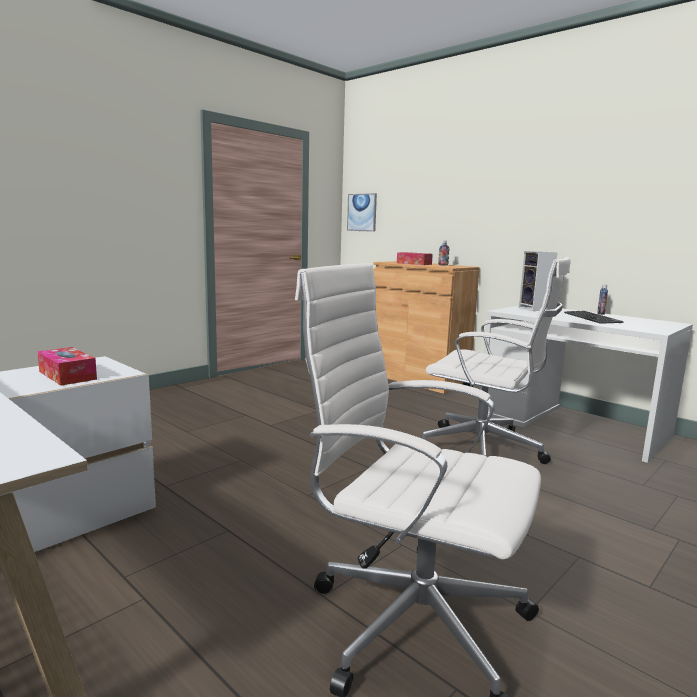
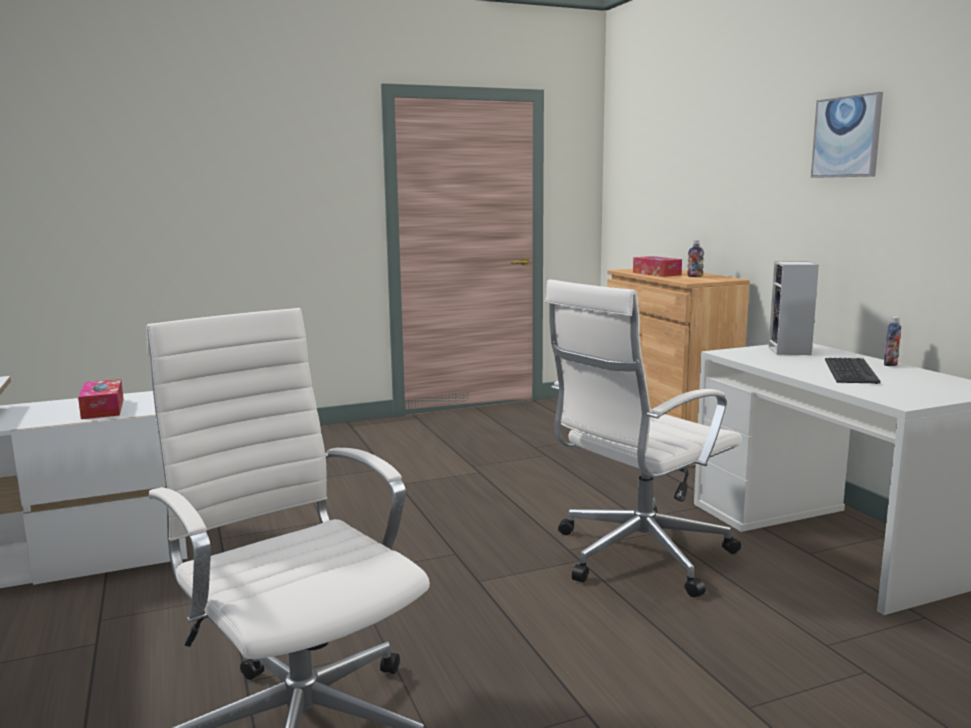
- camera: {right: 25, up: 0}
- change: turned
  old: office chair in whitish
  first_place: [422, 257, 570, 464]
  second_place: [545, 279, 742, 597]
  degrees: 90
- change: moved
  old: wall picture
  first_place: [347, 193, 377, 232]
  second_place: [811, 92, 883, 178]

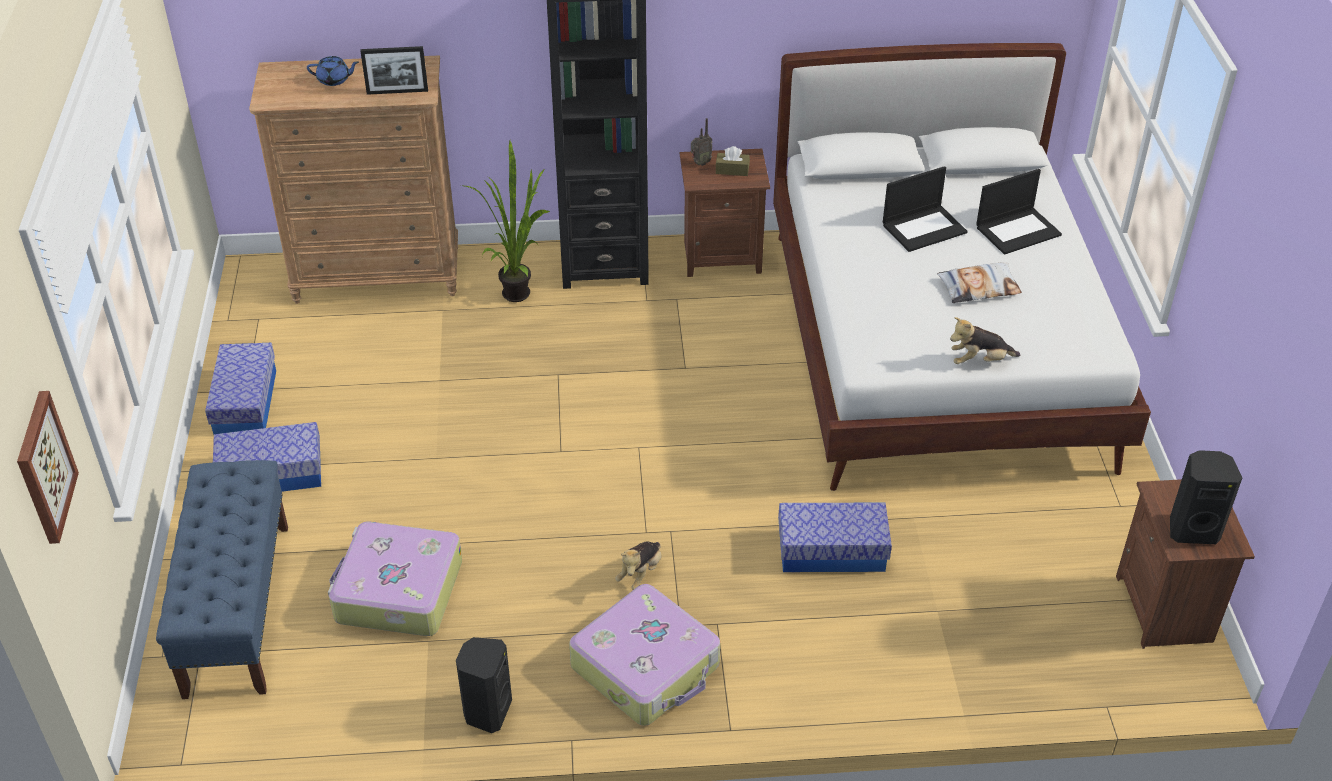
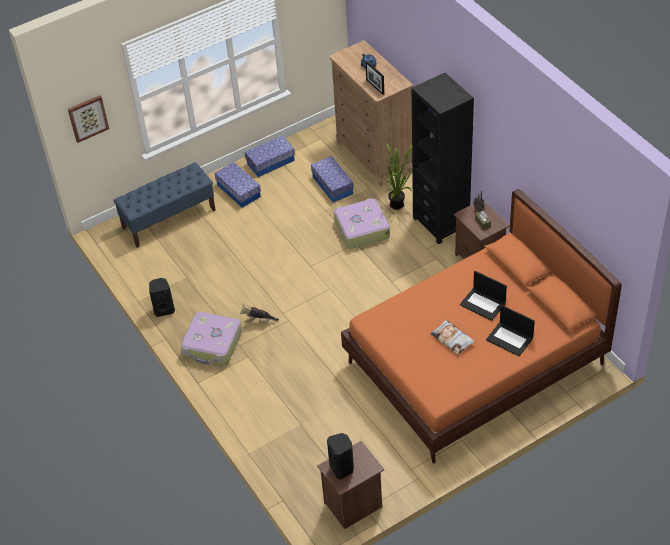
- camera: {right: 65, up: 5}
- change: moved
  old: storage box
  first_place: [778, 503, 892, 572]
  second_place: [311, 156, 354, 203]
- change: moved
  old: piece of luggage
  first_place: [328, 521, 462, 636]
  second_place: [334, 198, 390, 249]
- change: recoloured
  old: bed in whitish
  new: bed in orange
  first_place: [773, 43, 1151, 491]
  second_place: [341, 189, 622, 463]
- change: removed
  old: cuddly toy
  first_place: [950, 317, 1020, 364]

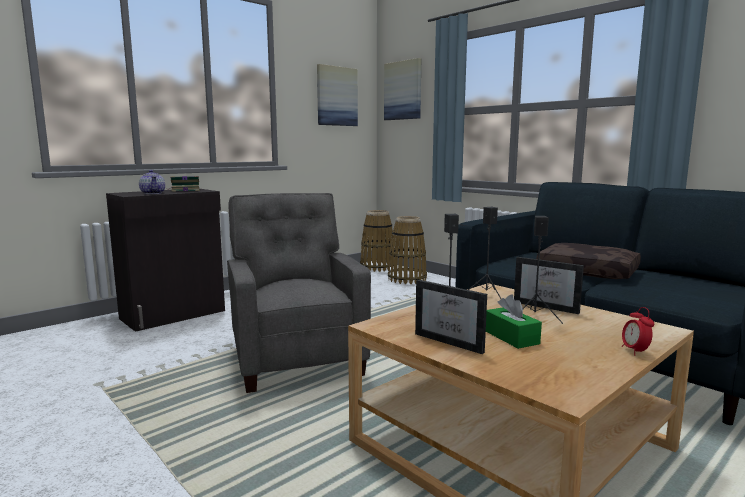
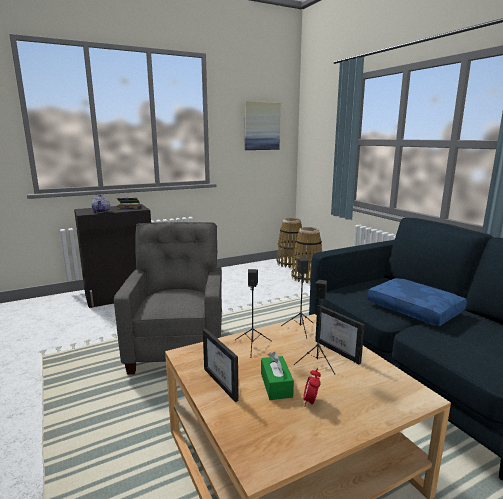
- camera: {right: 15, up: 5}
- change: moved
  old: alarm clock
  first_place: [622, 307, 654, 355]
  second_place: [303, 368, 321, 407]
- change: recoloured
  old: cushion in brown
  new: cushion in blue-coloured
  first_place: [536, 243, 641, 279]
  second_place: [367, 278, 467, 326]
- change: removed
  old: wall picture
  first_place: [384, 58, 421, 120]

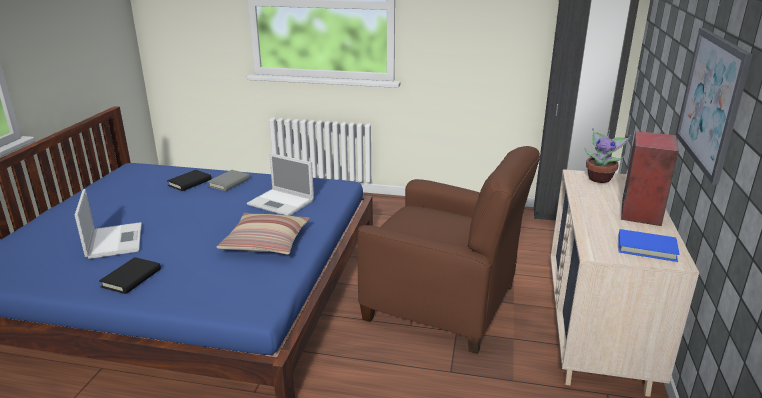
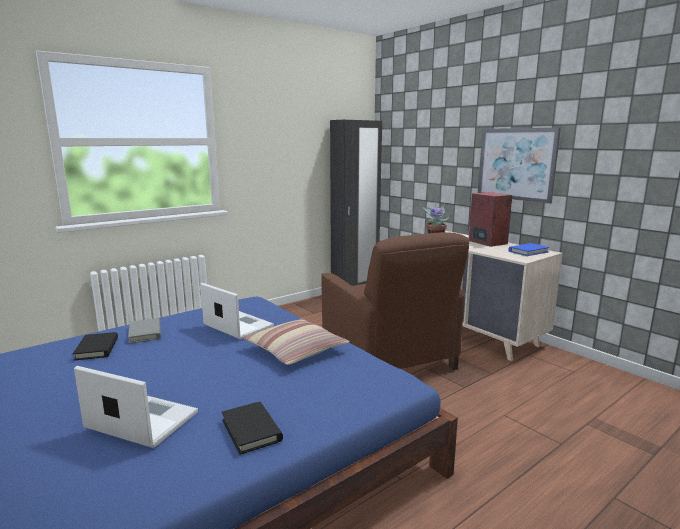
- camera: {right: -50, up: -10}
- change: turned
  old: laptop
  first_place: [247, 153, 314, 216]
  second_place: [200, 283, 274, 340]
  degrees: -120
- change: turned
  old: lounge chair in brown
  first_place: [358, 146, 540, 354]
  second_place: [321, 232, 470, 370]
  degrees: 90

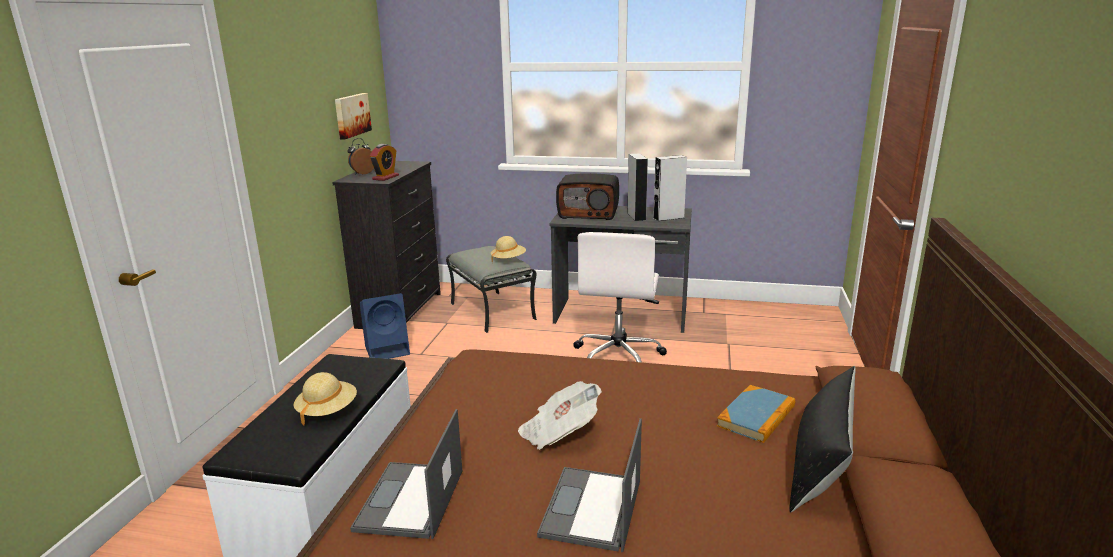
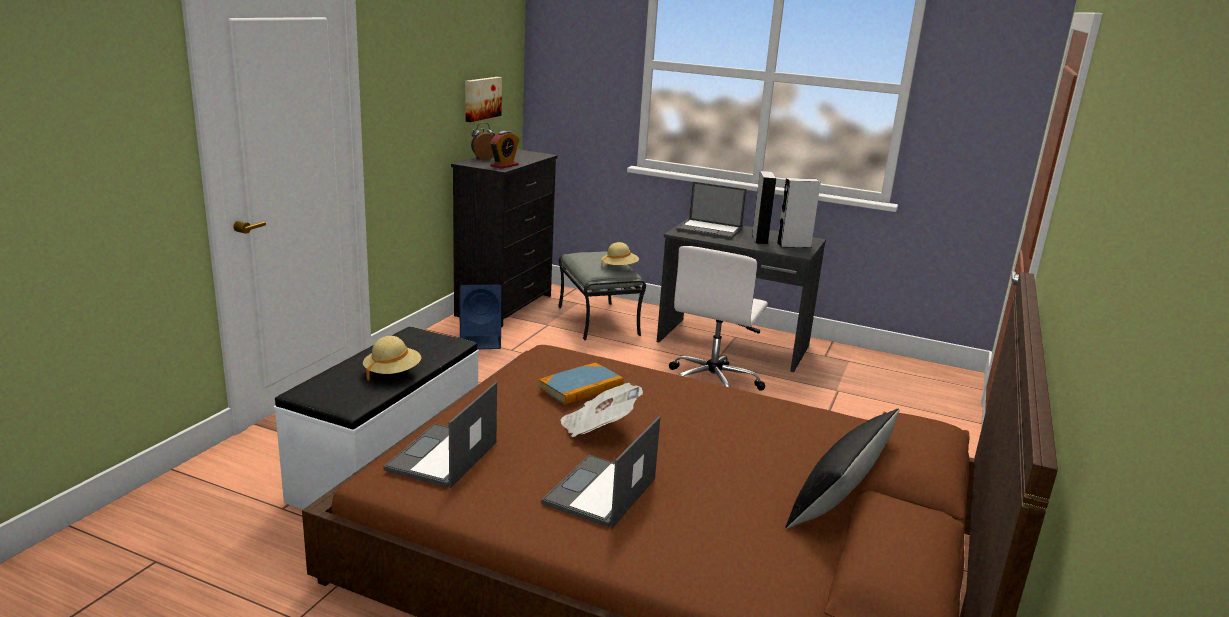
- camera: {right: 10, up: 0}
- change: moved
  old: bound book
  first_place: [717, 385, 795, 443]
  second_place: [538, 363, 623, 405]
- change: replaced
  old: radio set
  new: laptop
  first_place: [556, 173, 619, 220]
  second_place: [676, 182, 747, 240]

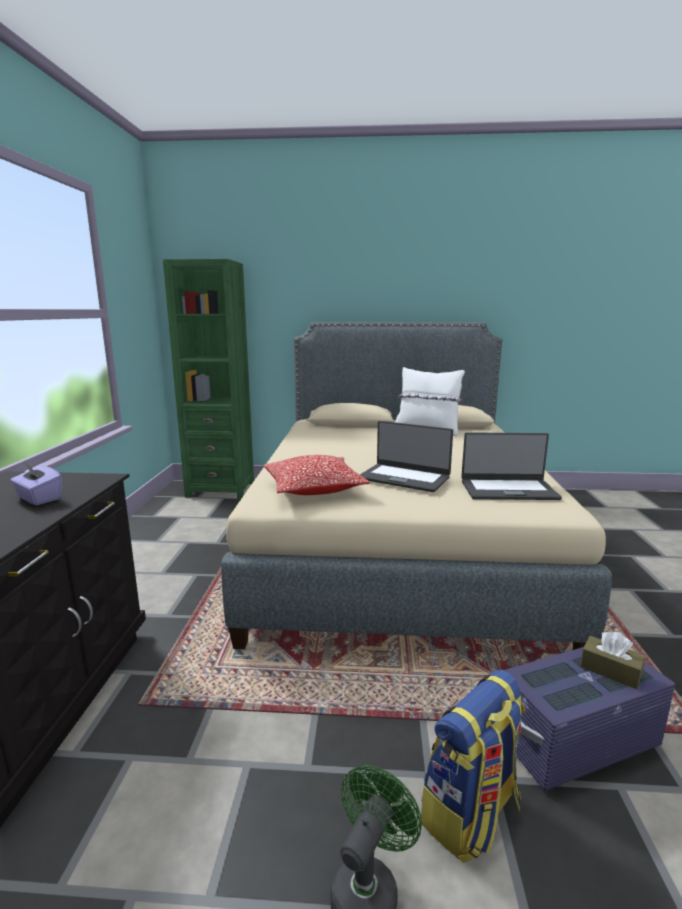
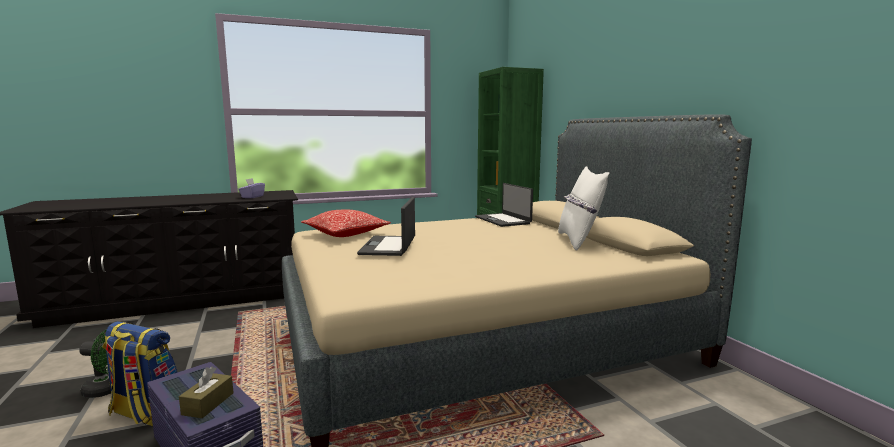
- camera: {right: 65, up: -5}
- change: moved
  old: laptop
  first_place: [461, 432, 562, 500]
  second_place: [475, 183, 533, 227]

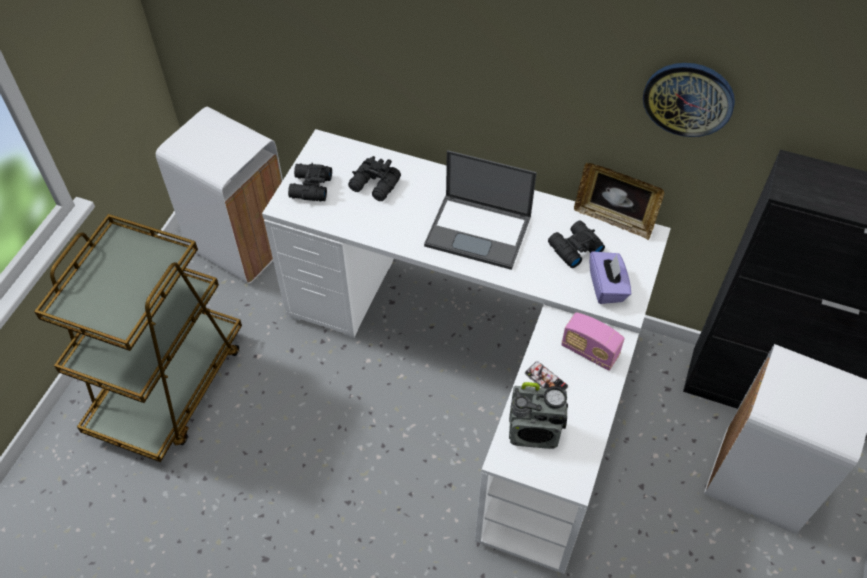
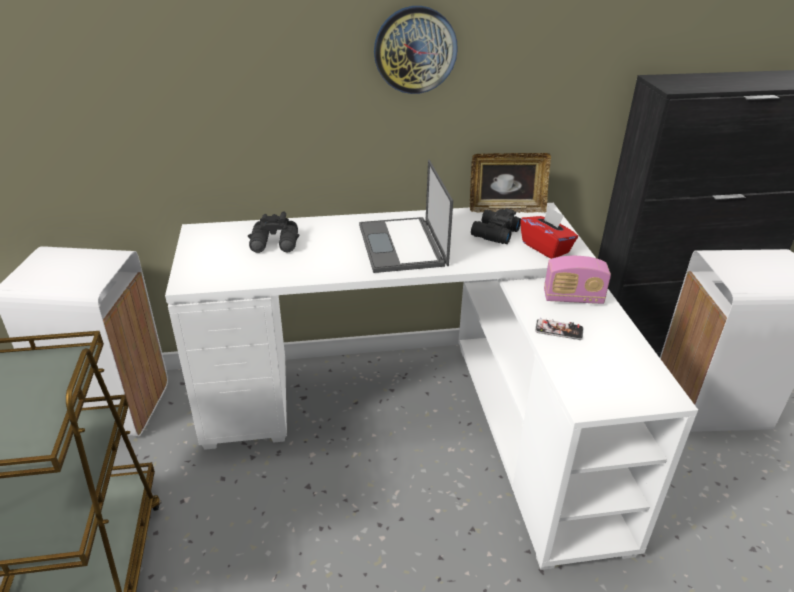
- camera: {right: -30, up: -20}
- change: turned
  old: laptop
  first_place: [424, 150, 537, 270]
  second_place: [359, 160, 453, 273]
  degrees: 90
- change: moved
  old: clock on the wall
  first_place: [643, 63, 735, 137]
  second_place: [374, 6, 458, 94]
- change: recoloured
  old: tissue holder in purplish
  new: tissue holder in red
  first_place: [590, 251, 631, 304]
  second_place: [520, 207, 578, 259]
- change: removed
  old: pair of binoculars in blackish
  first_place: [288, 163, 332, 201]
- change: removed
  old: radio set
  first_place: [509, 382, 568, 449]

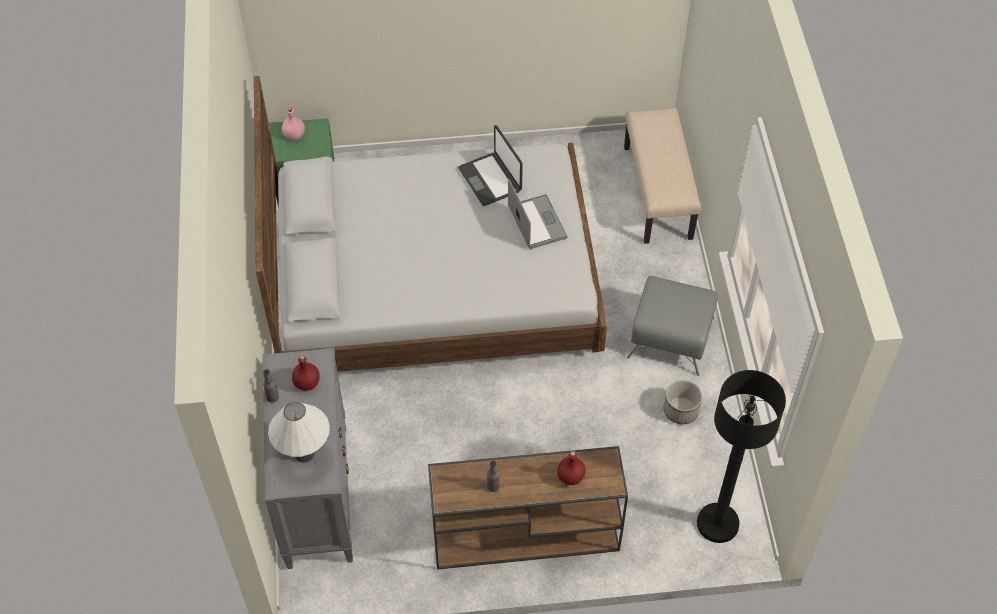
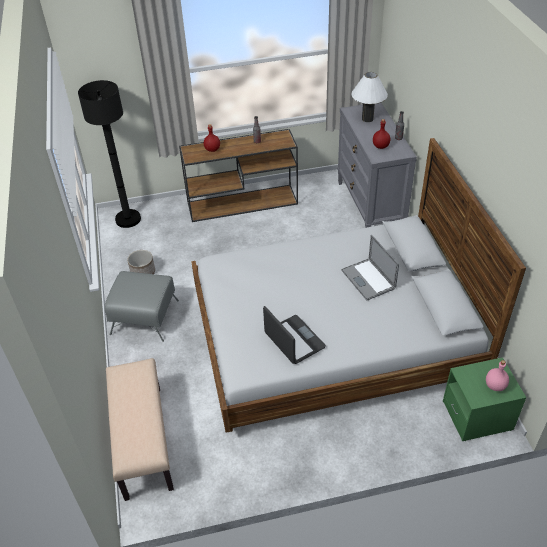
- camera: {right: 175, up: -10}
- change: moved
  old: laptop
  first_place: [508, 179, 568, 249]
  second_place: [341, 235, 399, 300]

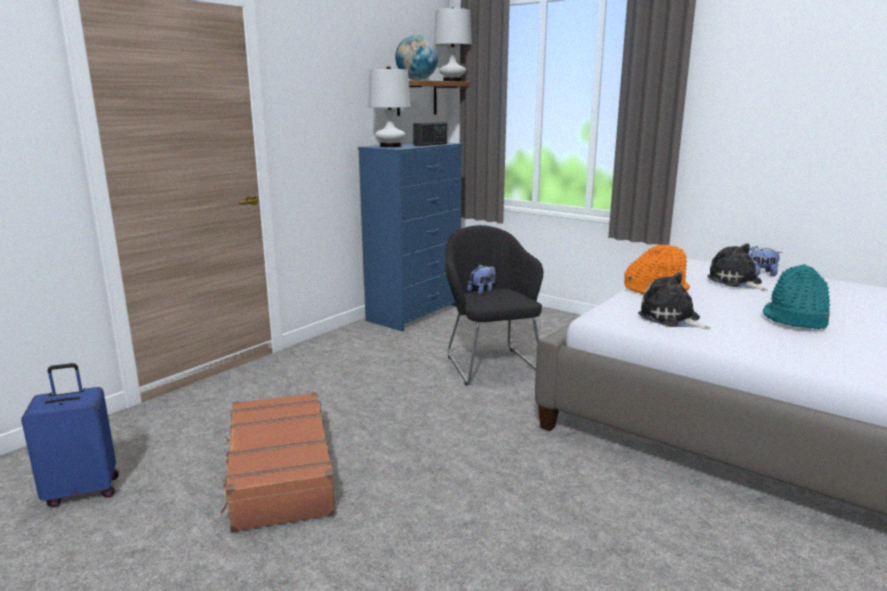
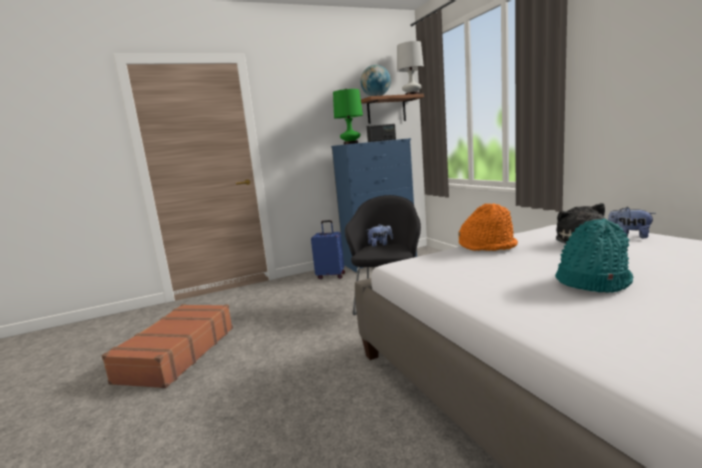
- camera: {right: 30, up: -5}
- change: moved
  old: piece of luggage in blue-coloured
  first_place: [21, 363, 119, 507]
  second_place: [311, 220, 345, 279]
- change: recoloured
  old: lamp for a table in whitish
  new: lamp for a table in greenish
  first_place: [369, 66, 411, 147]
  second_place: [333, 89, 363, 145]
- change: removed
  old: cuddly toy
  first_place: [638, 272, 711, 329]

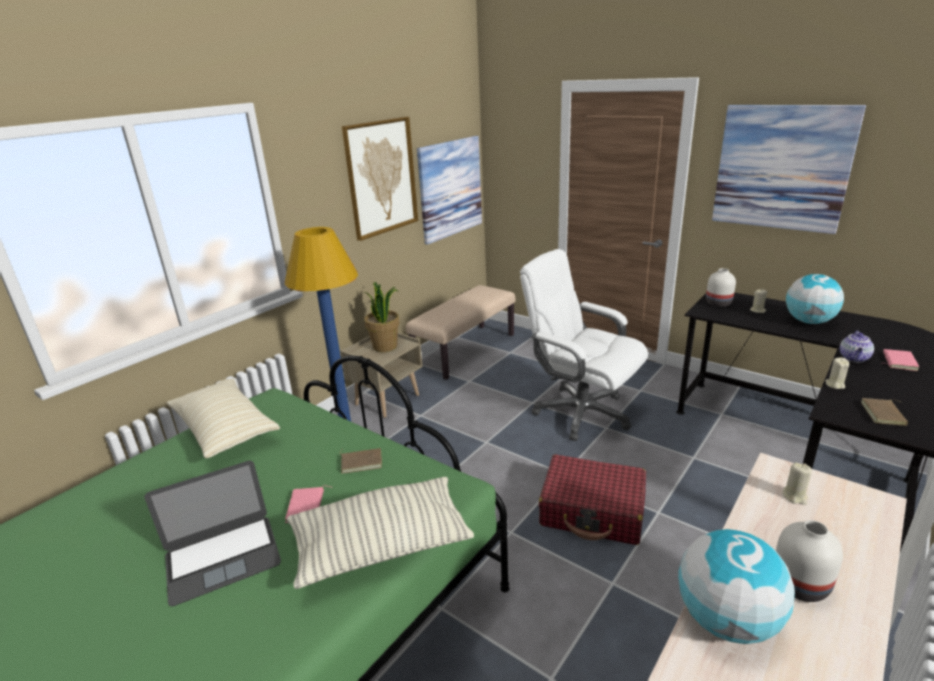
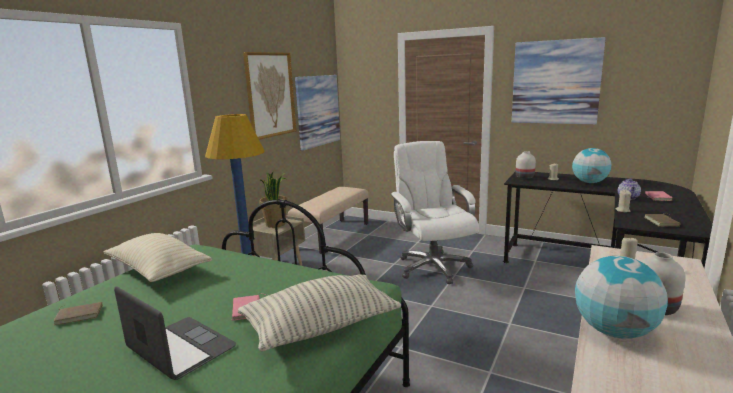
- camera: {right: -10, up: -10}
- change: moved
  old: bound book in brown
  first_place: [340, 448, 382, 474]
  second_place: [53, 302, 103, 325]
- change: turned
  old: laptop
  first_place: [144, 461, 281, 606]
  second_place: [114, 286, 236, 380]
  degrees: -105
- change: turned
  old: office chair in whitish
  first_place: [520, 249, 648, 441]
  second_place: [390, 141, 479, 284]
  degrees: 45
- change: removed
  old: piece of luggage in red
  first_place: [539, 454, 646, 545]

